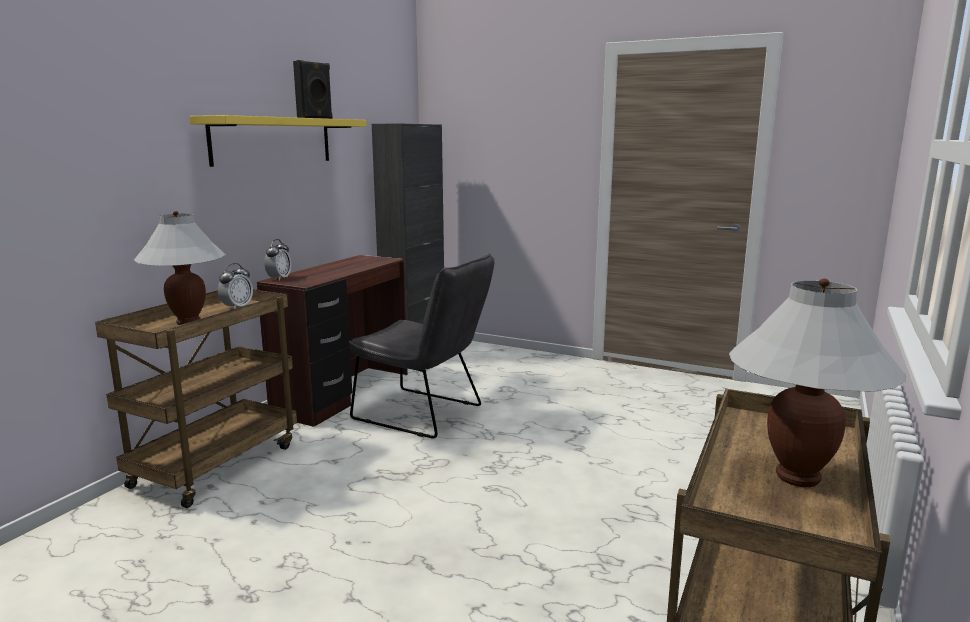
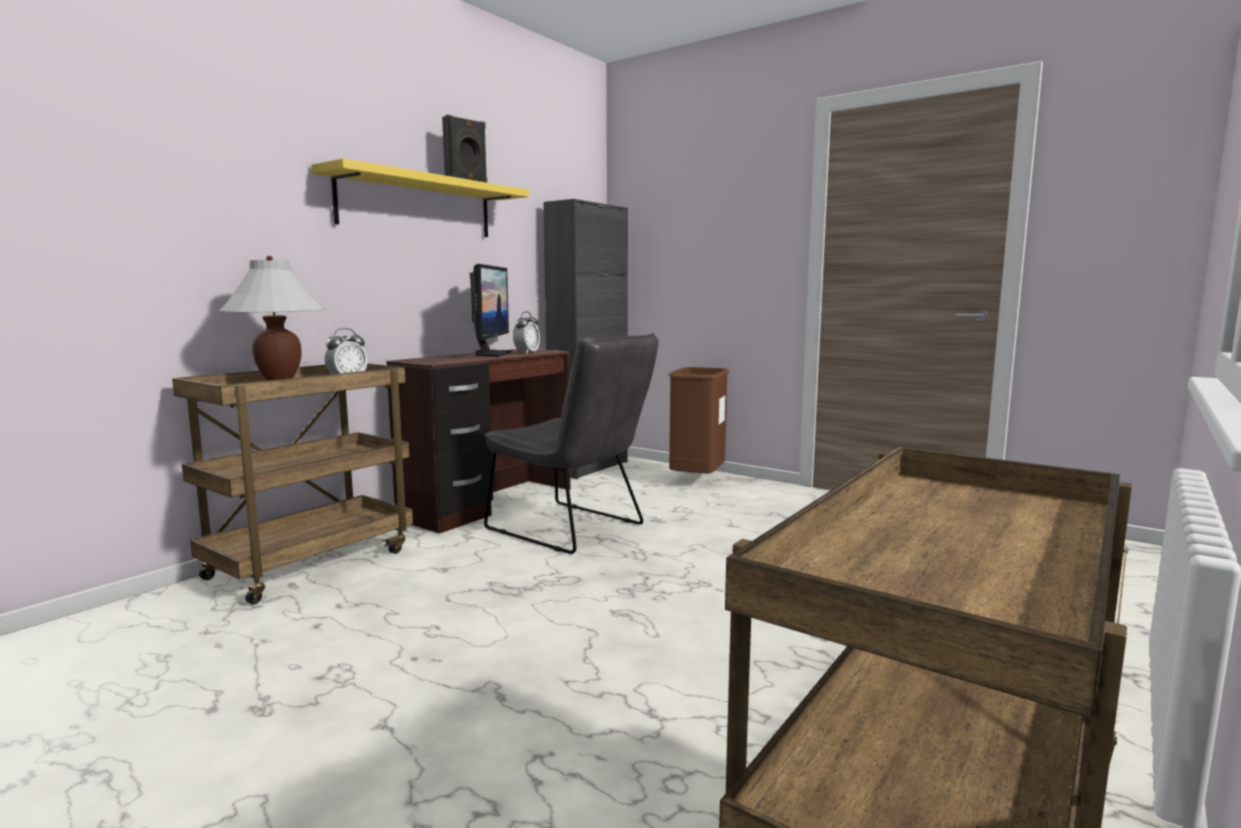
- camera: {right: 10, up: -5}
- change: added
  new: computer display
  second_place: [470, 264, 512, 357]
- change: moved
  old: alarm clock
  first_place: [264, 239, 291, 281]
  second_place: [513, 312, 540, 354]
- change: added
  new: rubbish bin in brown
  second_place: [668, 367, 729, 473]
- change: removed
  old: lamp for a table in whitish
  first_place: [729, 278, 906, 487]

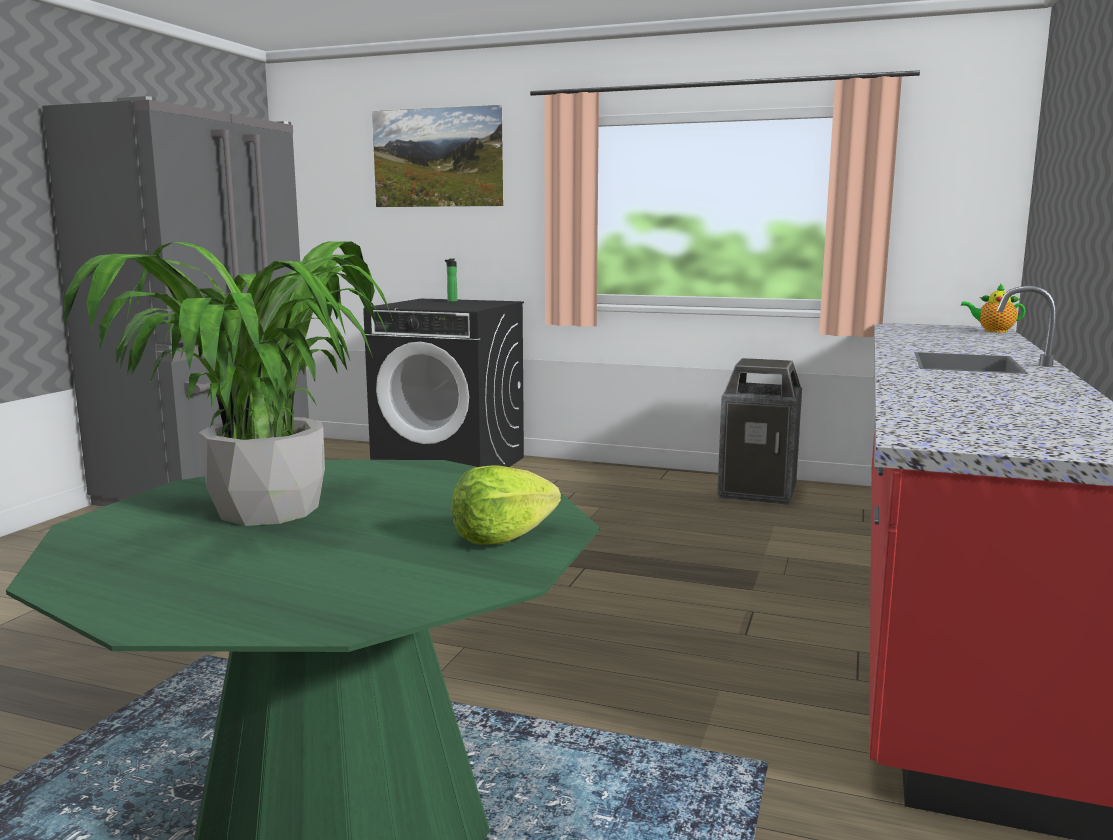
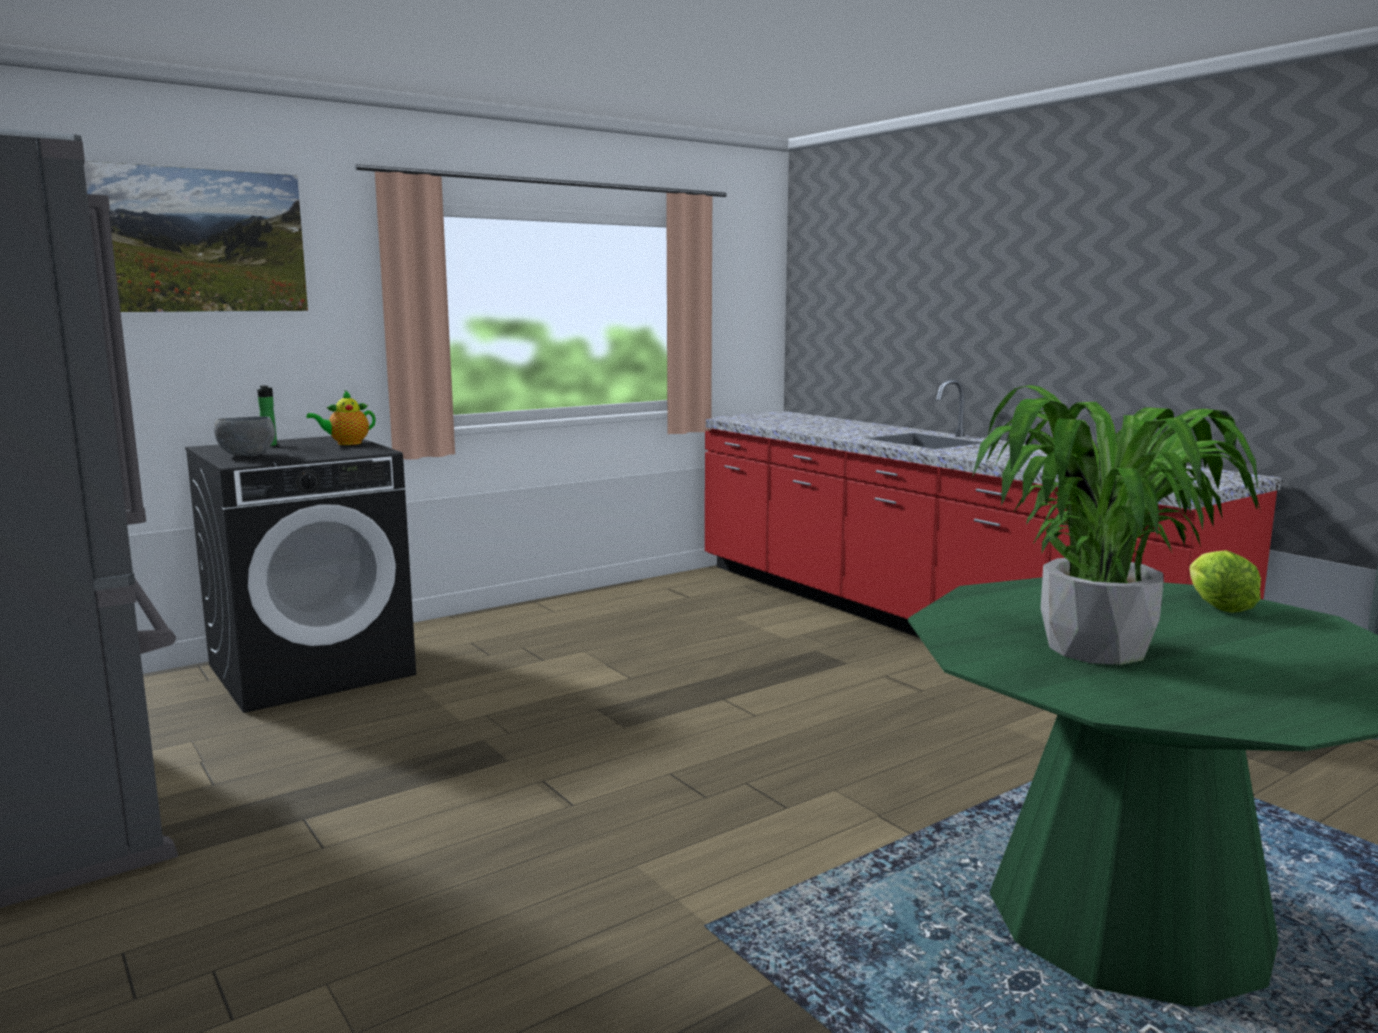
- camera: {right: -55, up: 0}
- change: added
  new: serving bowl in grey
  second_place: [214, 416, 275, 456]
- change: moved
  old: tea pot
  first_place: [961, 284, 1025, 333]
  second_place: [306, 390, 376, 445]
- change: removed
  old: rubbish bin
  first_place: [717, 358, 802, 505]

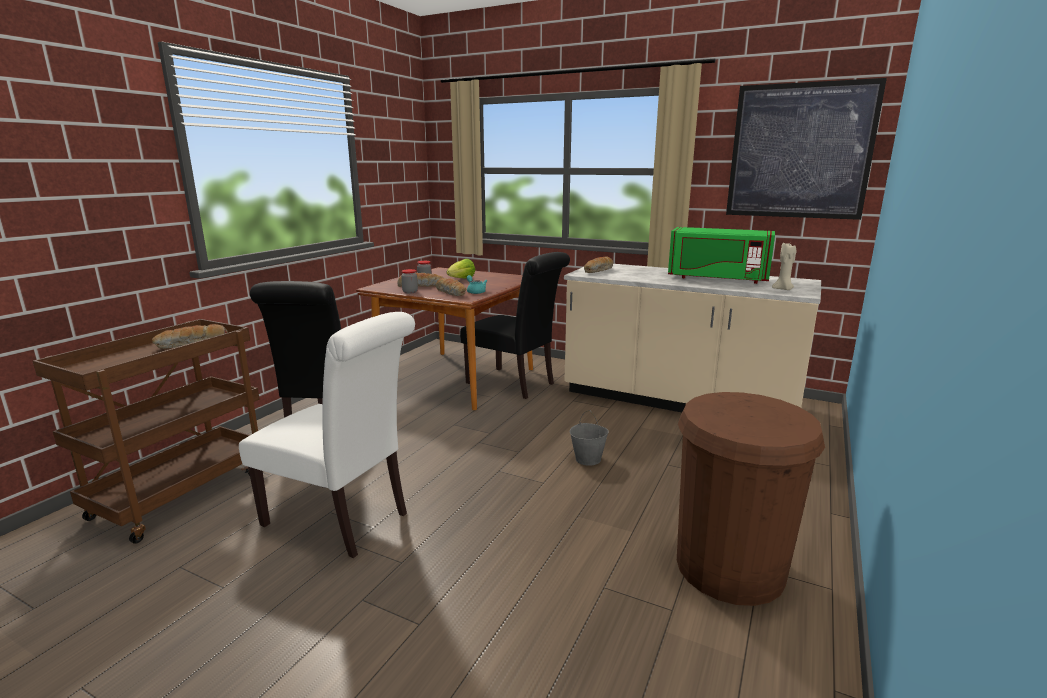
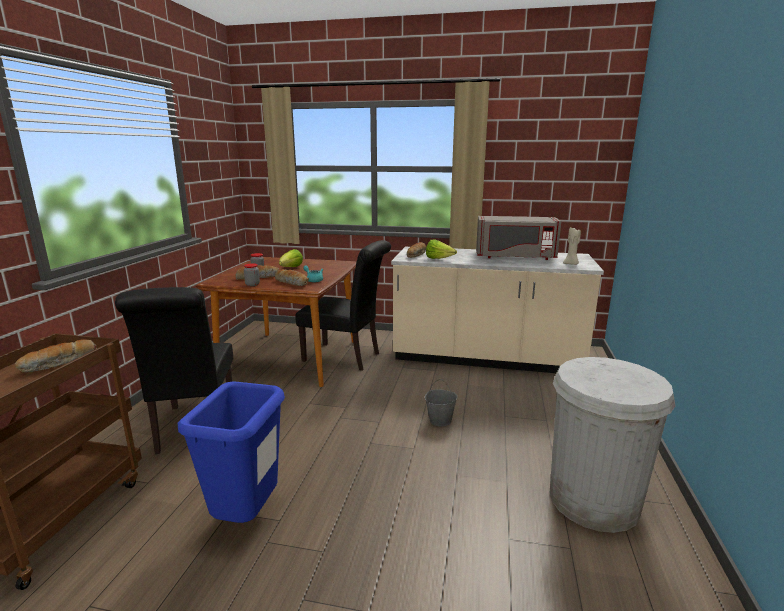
- camera: {right: -15, up: 0}
- change: replaced
  old: upright chair in whitish
  new: rubbish bin in blue-coloured
  first_place: [239, 312, 415, 558]
  second_place: [178, 381, 285, 523]
- change: added
  new: lettuce head
  second_place: [426, 240, 457, 259]
- change: recoloured
  old: microwave oven in greenish
  new: microwave oven in grey
  first_place: [668, 227, 775, 284]
  second_place: [476, 216, 561, 260]
- change: recoloured
  old: rubbish bin in brown
  new: rubbish bin in whitish
  first_place: [677, 392, 825, 606]
  second_place: [550, 357, 676, 533]
- change: removed
  old: wall picture
  first_place: [726, 78, 887, 220]

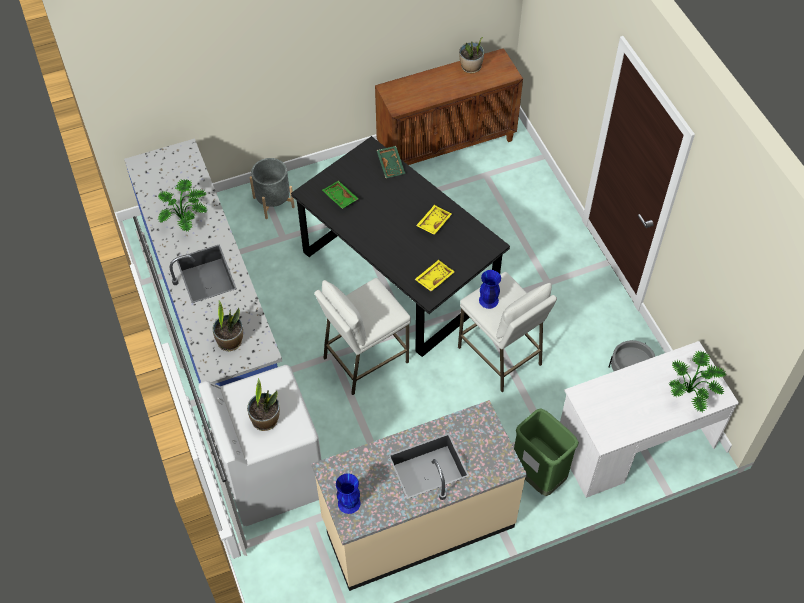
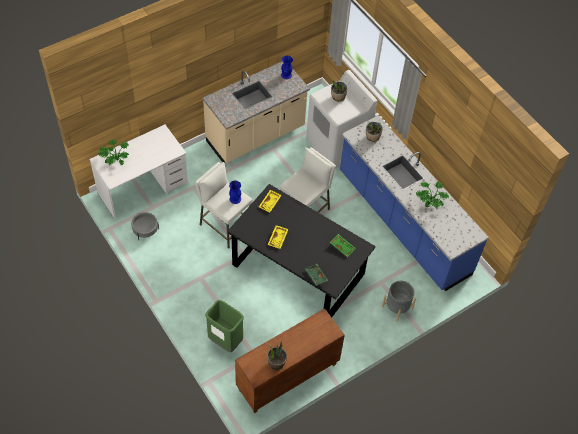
- camera: {right: 165, up: 0}
- change: moved
  old: rubbish bin in greenish
  first_place: [514, 408, 579, 496]
  second_place: [205, 300, 244, 352]

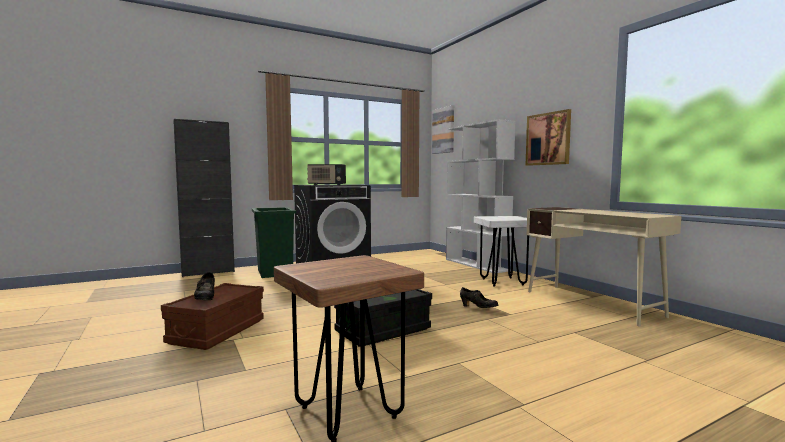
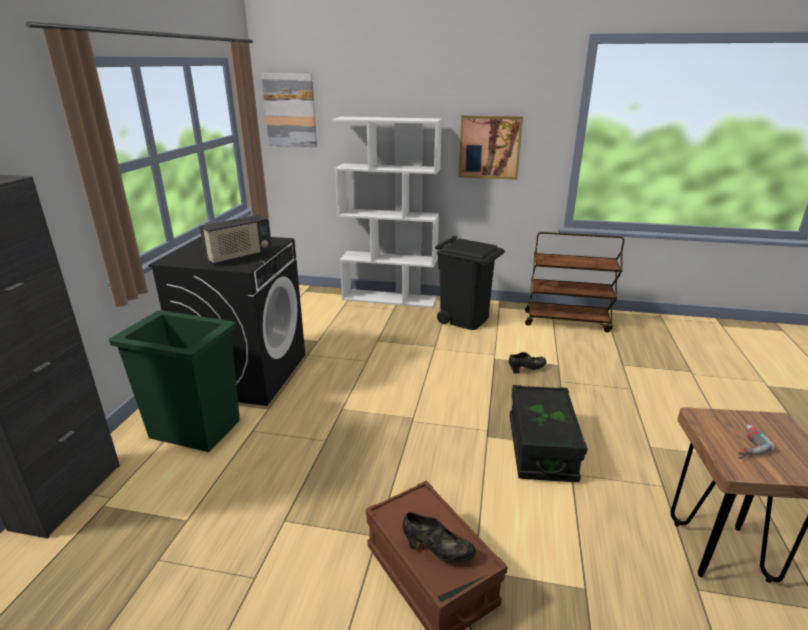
- camera: {right: -50, up: 20}
- change: replaced
  old: stool in whitish
  new: rubbish bin in blackish
  first_place: [474, 216, 529, 287]
  second_place: [435, 236, 505, 330]
- change: replaced
  old: desk in beige-coloured
  new: cart in brown
  first_place: [527, 207, 681, 326]
  second_place: [525, 232, 624, 333]
- change: added
  new: power drill
  second_place: [738, 424, 776, 459]

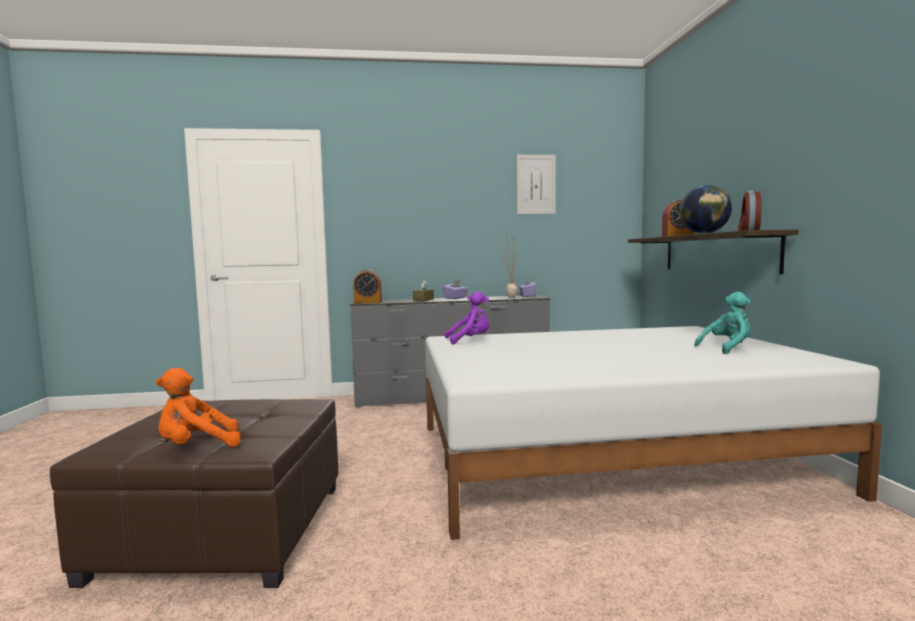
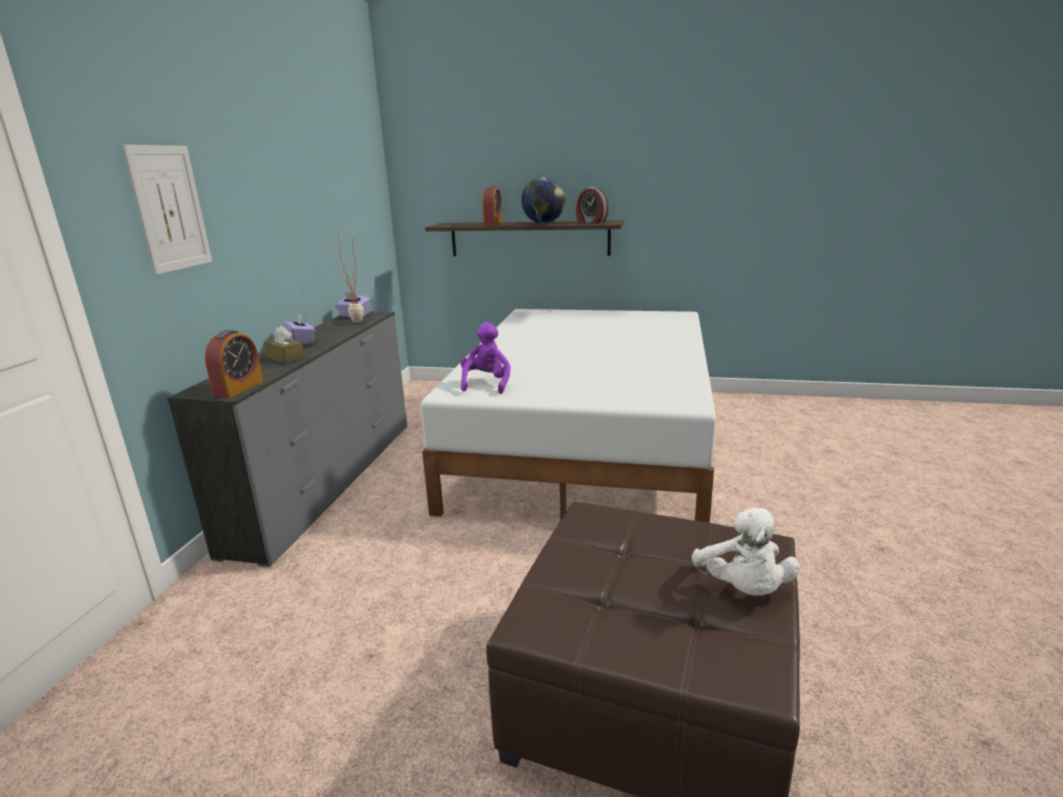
- camera: {right: -70, up: 15}
- change: moved
  old: wall picture
  first_place: [517, 155, 556, 214]
  second_place: [121, 145, 212, 275]
- change: recoloured
  old: cuddly toy in orange
  new: cuddly toy in whitish
  first_place: [156, 368, 241, 447]
  second_place: [692, 508, 800, 596]
- change: removed
  old: cuddly toy in blue-green
  first_place: [694, 292, 751, 354]

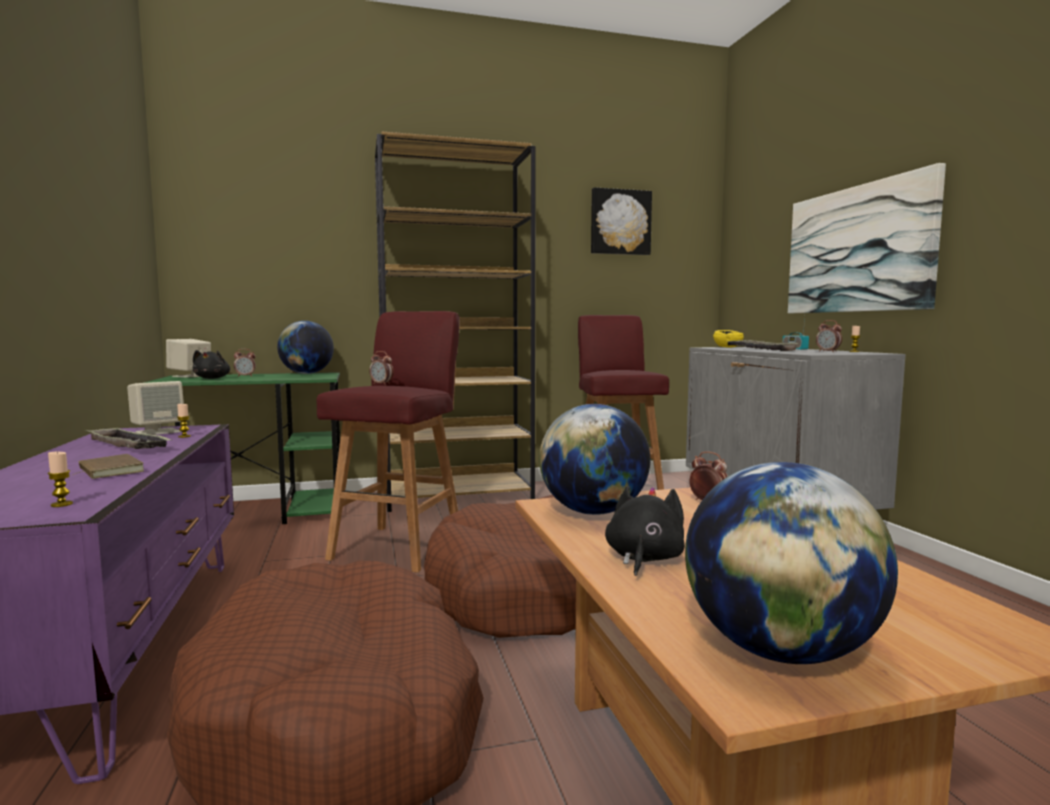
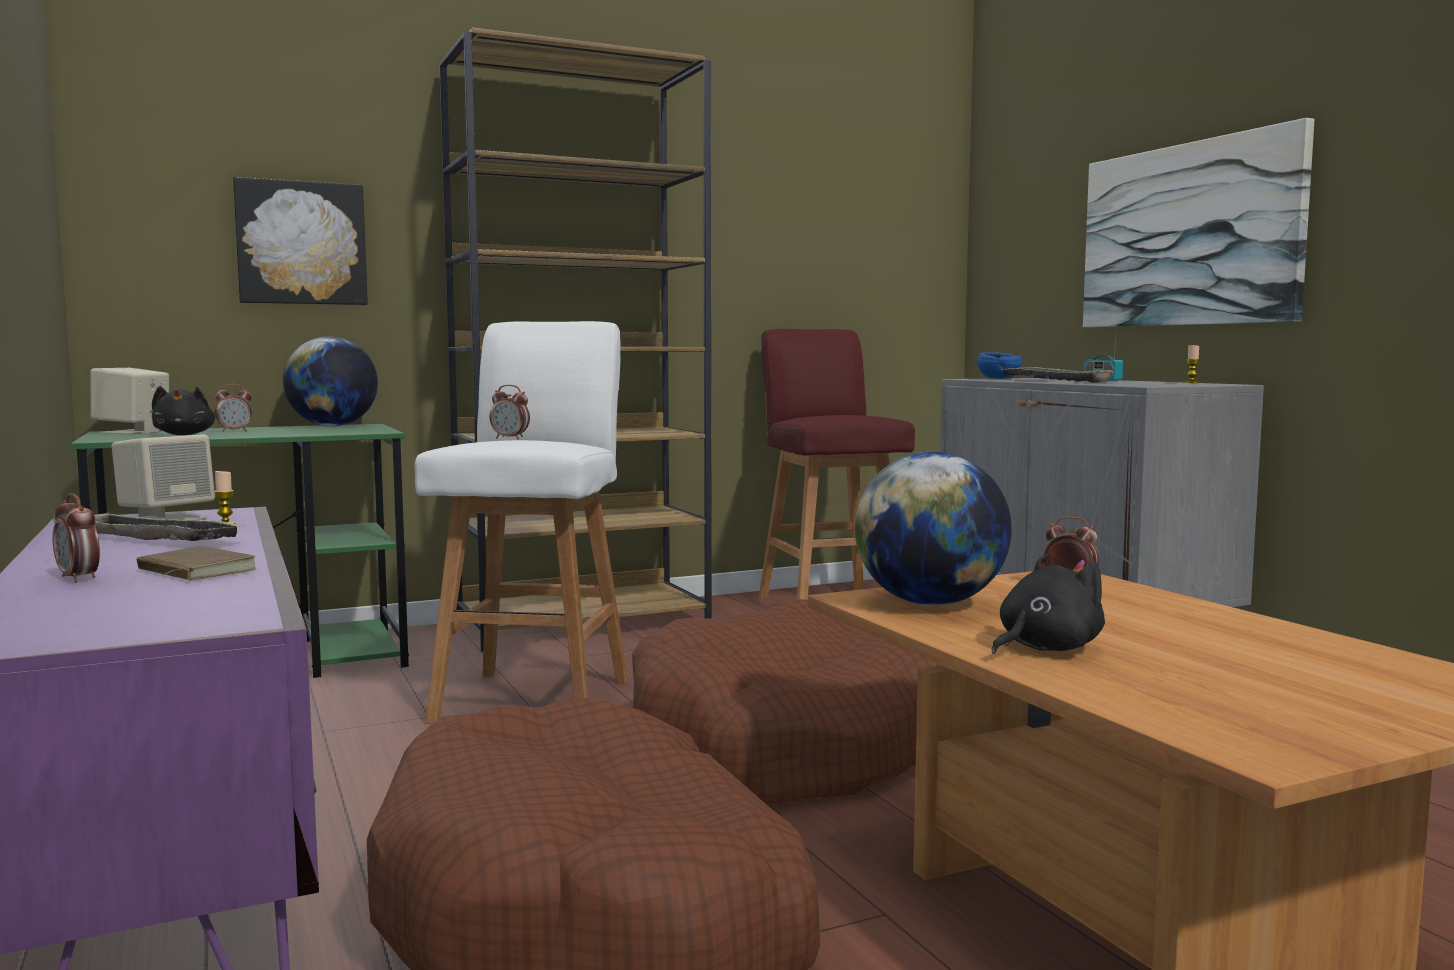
- camera: {right: -10, up: 0}
- change: moved
  old: alarm clock
  first_place: [816, 320, 842, 352]
  second_place: [52, 493, 100, 583]
- change: moved
  old: wall picture
  first_place: [591, 187, 652, 255]
  second_place: [233, 177, 368, 305]
- change: recoloured
  old: stool in red
  new: stool in whitish
  first_place: [316, 311, 460, 573]
  second_place: [415, 321, 628, 724]
- change: recoloured
  old: serving bowl in yellow
  new: serving bowl in blue-coloured
  first_place: [713, 330, 744, 348]
  second_place: [977, 352, 1022, 379]
- change: turned
  old: cuddly toy in blackish
  first_place: [605, 486, 685, 576]
  second_place: [992, 554, 1105, 654]
  degrees: 45
- change: removed
  old: candle
  first_place: [48, 452, 73, 507]
- change: removed
  old: desk globe
  first_place: [685, 462, 898, 664]

